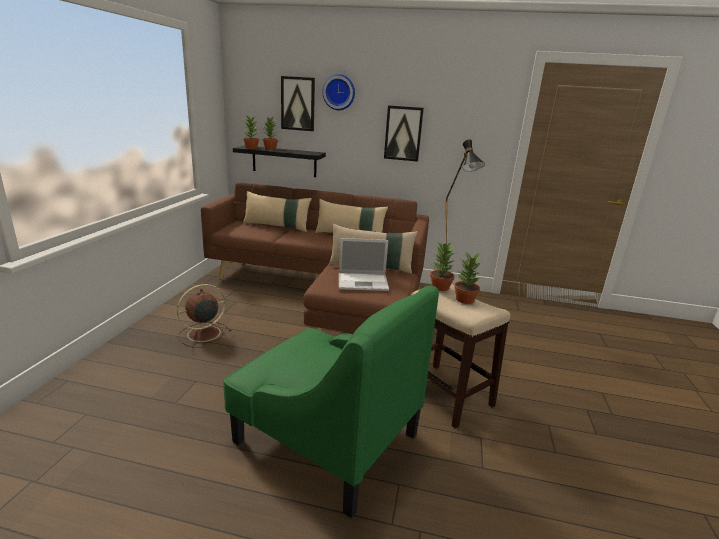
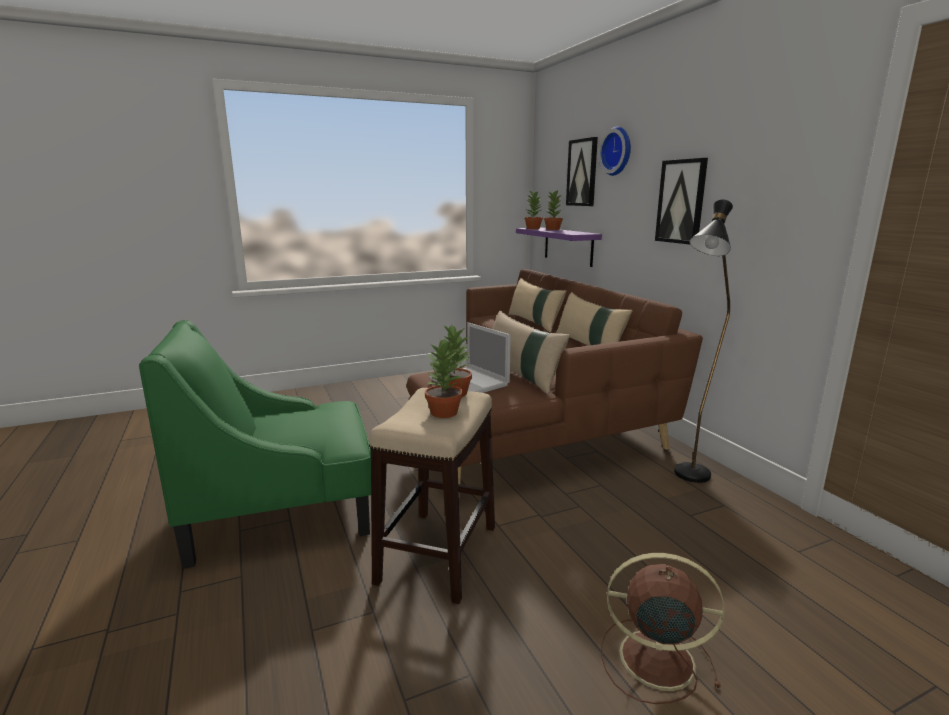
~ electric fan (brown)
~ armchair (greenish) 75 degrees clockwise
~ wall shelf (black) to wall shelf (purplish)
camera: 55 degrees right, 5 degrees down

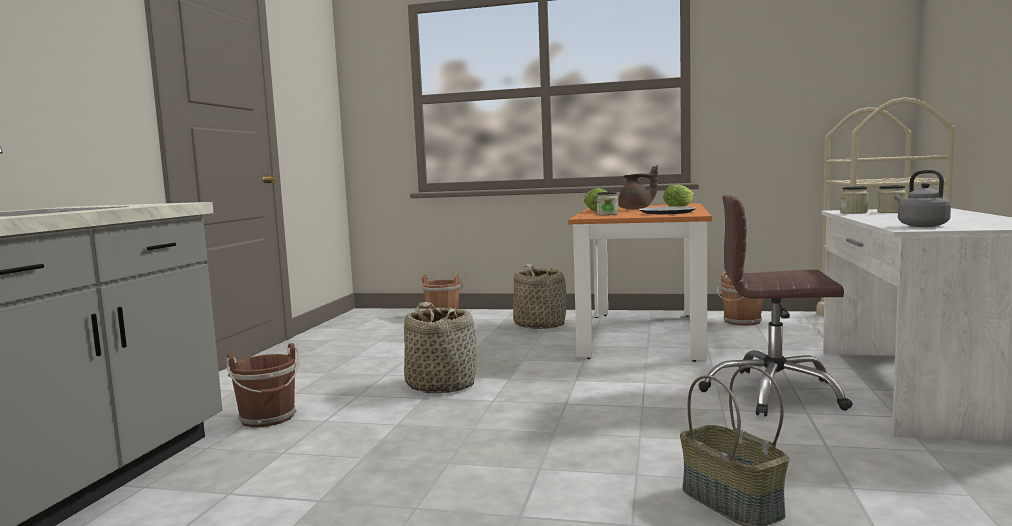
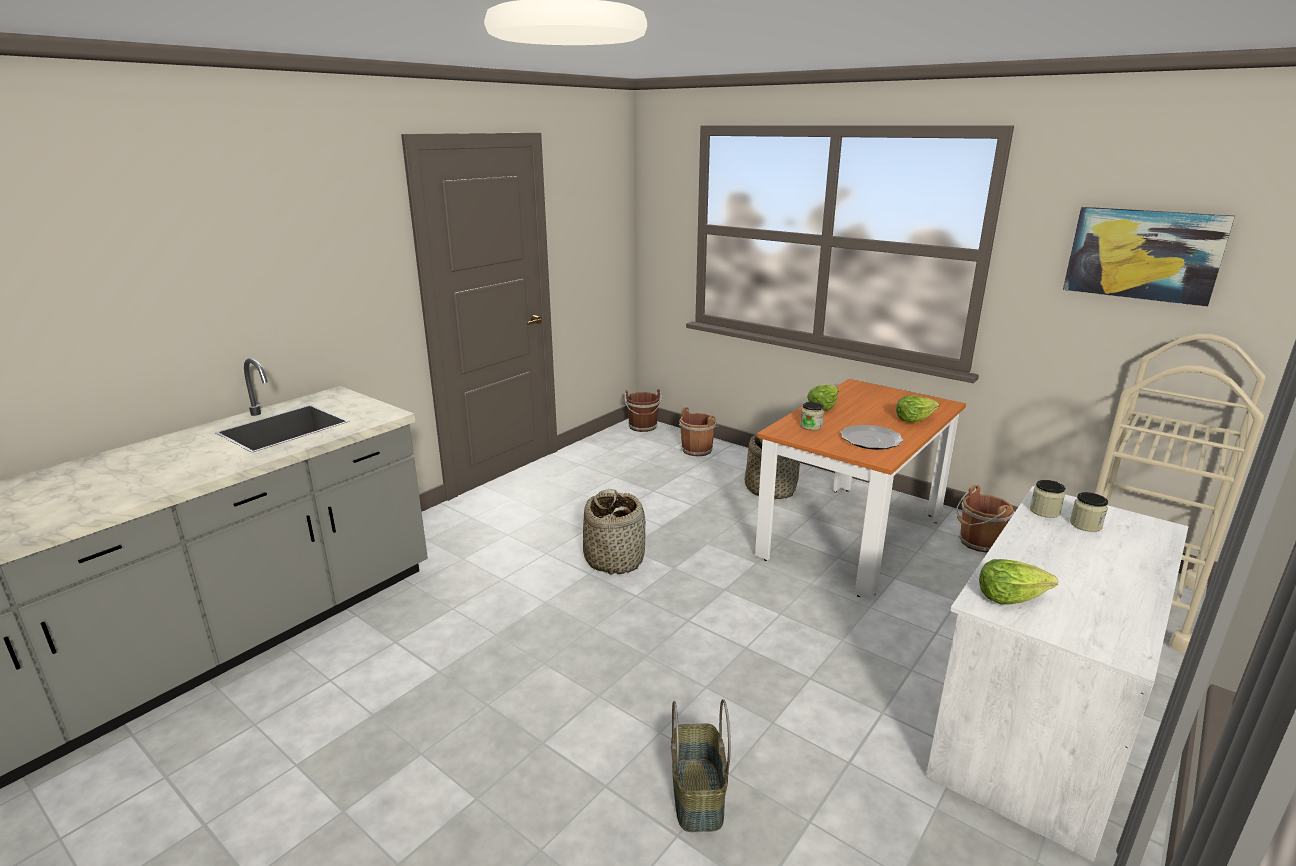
~ water bucket (brown) (1st from left)
- pot for tea (brown)
- office chair (brown)
~ water kettle (gray) to lettuce (3rd from left)
+ wall picture
camera: 25 degrees right, 15 degrees up

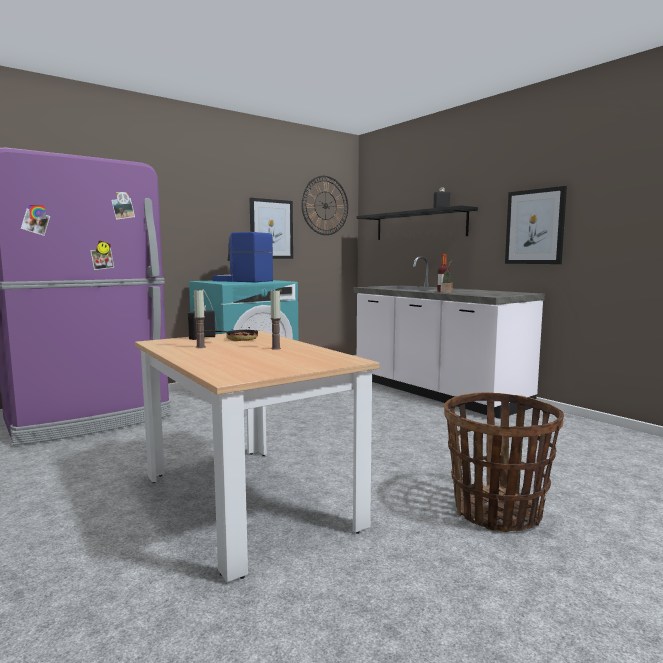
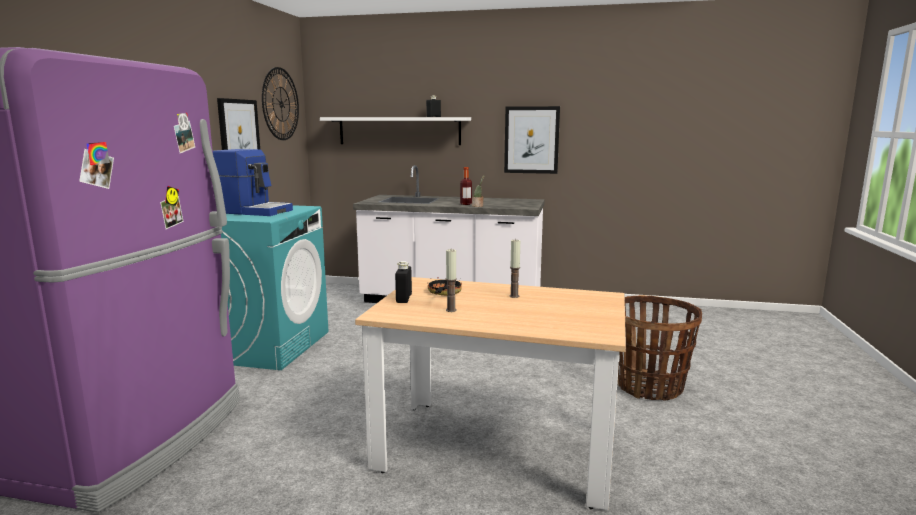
~ coffee brewer 150 degrees counterclockwise
~ wall shelf (black) to wall shelf (white-coloured)
camera: 40 degrees left, 5 degrees up

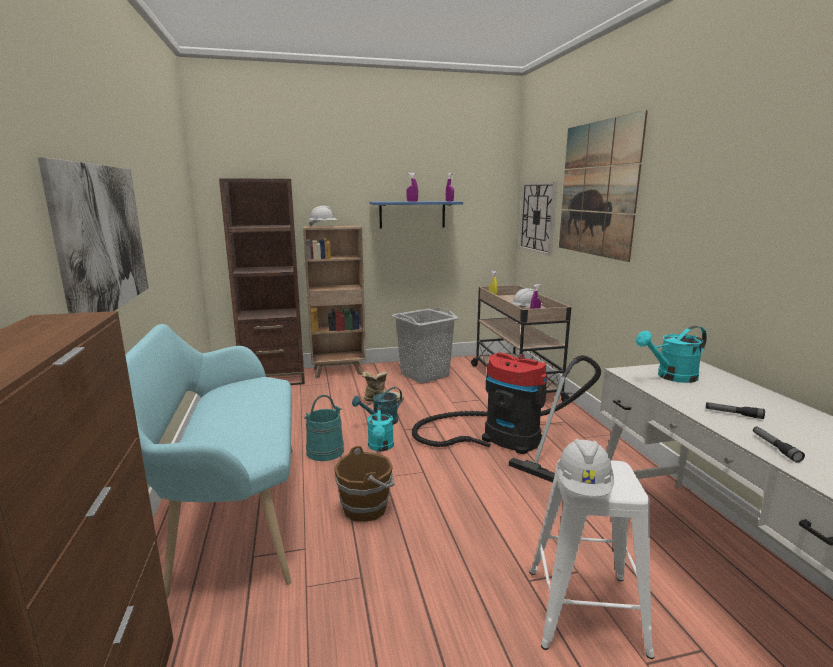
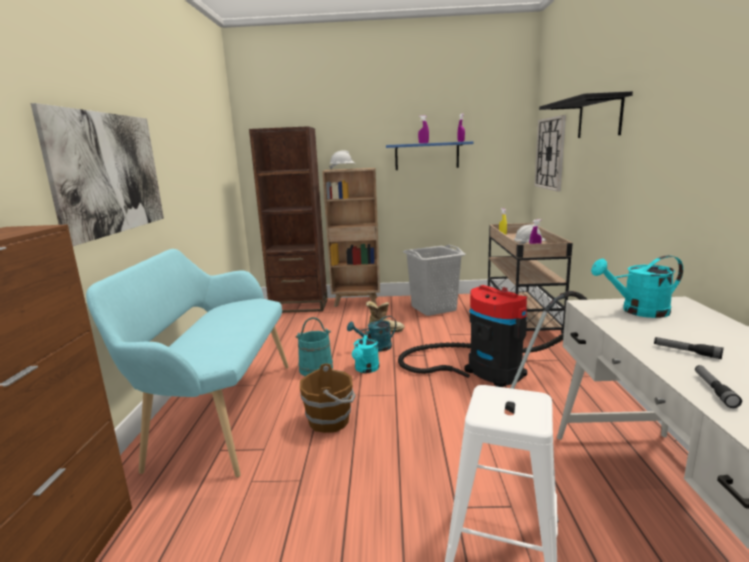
- safety helmet (white-coloured) (3rd from left)
~ wall picture (2nd from left) to wall shelf (black)
camera: 15 degrees right, 0 degrees up

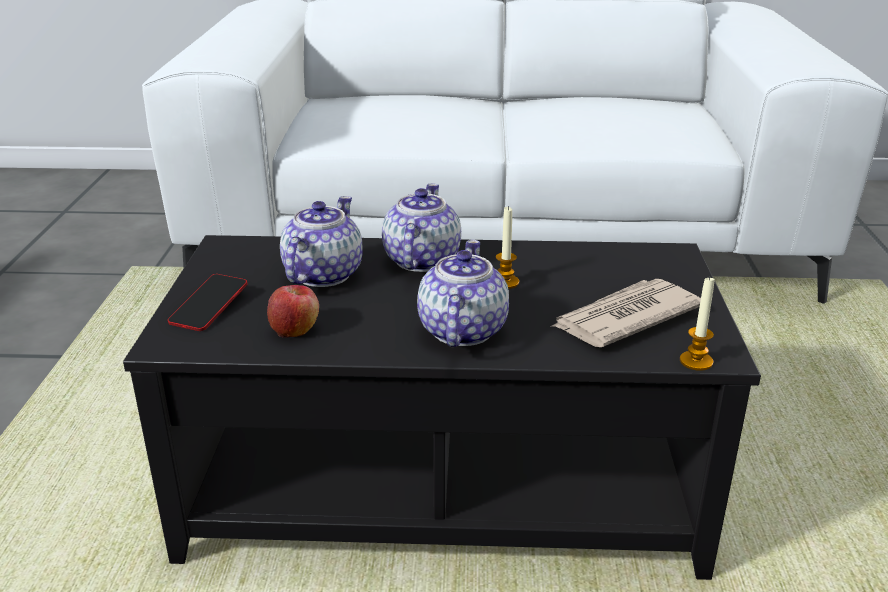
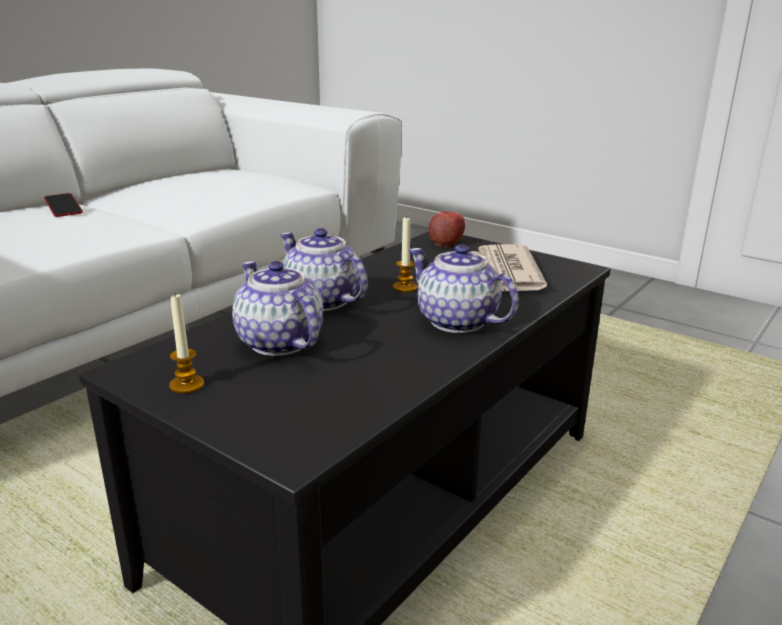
~ telephone
~ apple
~ candle (2nd from left in the first image) to candle (1st from left)
camera: 55 degrees left, 5 degrees down

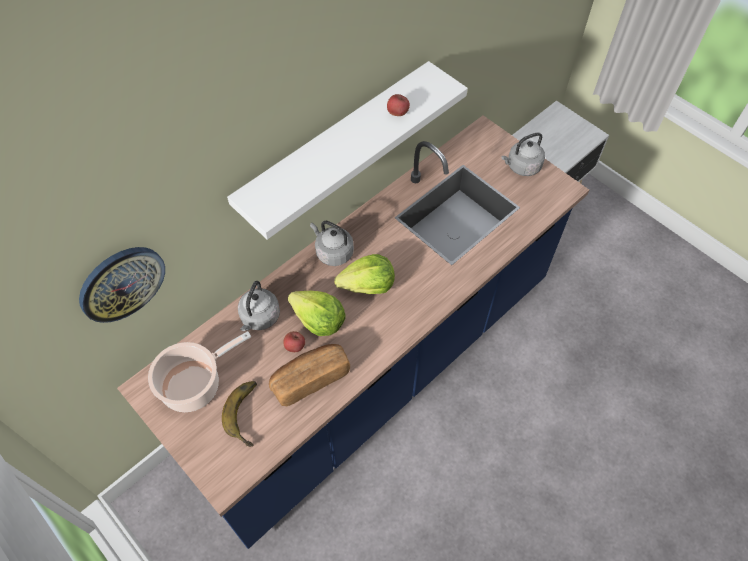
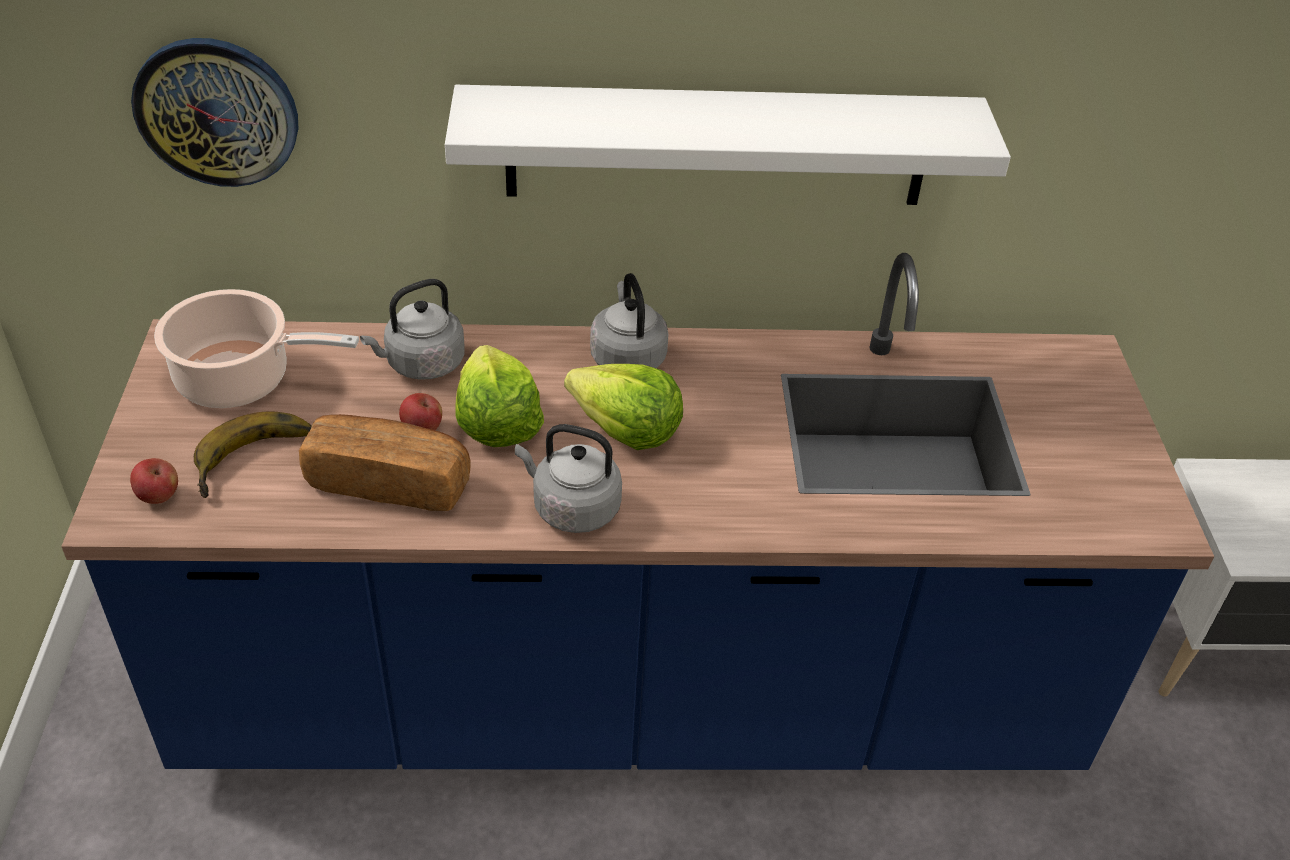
~ apple (2nd from left in the first image) to apple (1st from left)
~ water kettle (gray) (3rd from left in the first image) to water kettle (gray) (2nd from left)
camera: 40 degrees right, 15 degrees down

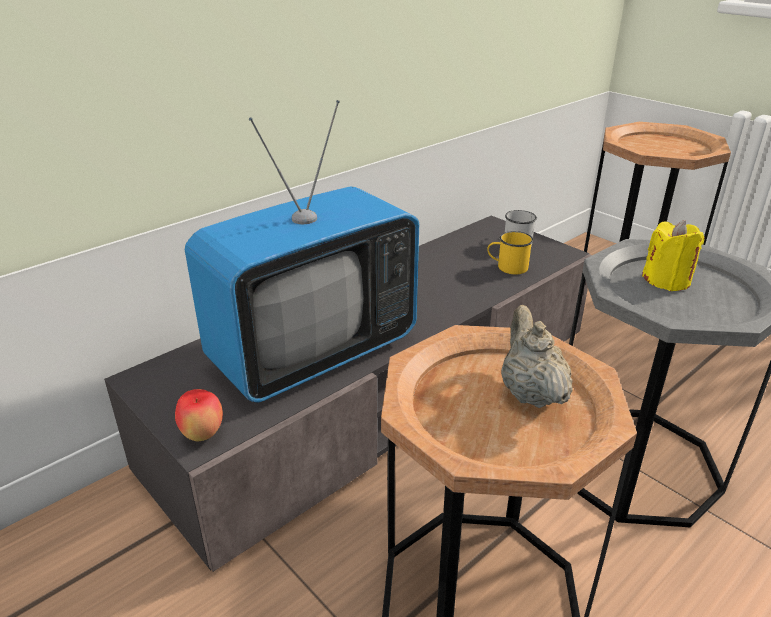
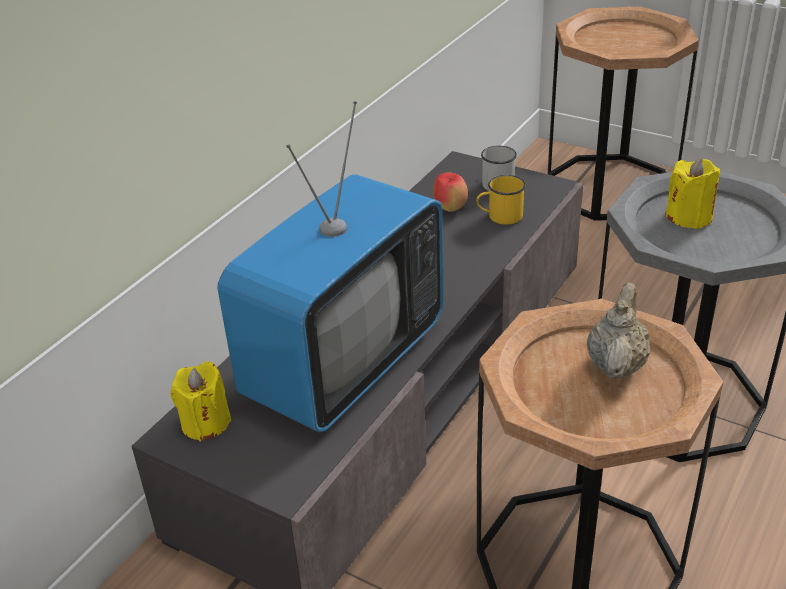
~ apple
~ pot for tea (beige-coloured) 45 degrees clockwise
+ candle (yellow-coloured) (1st from left)
camera: 15 degrees left, 5 degrees up

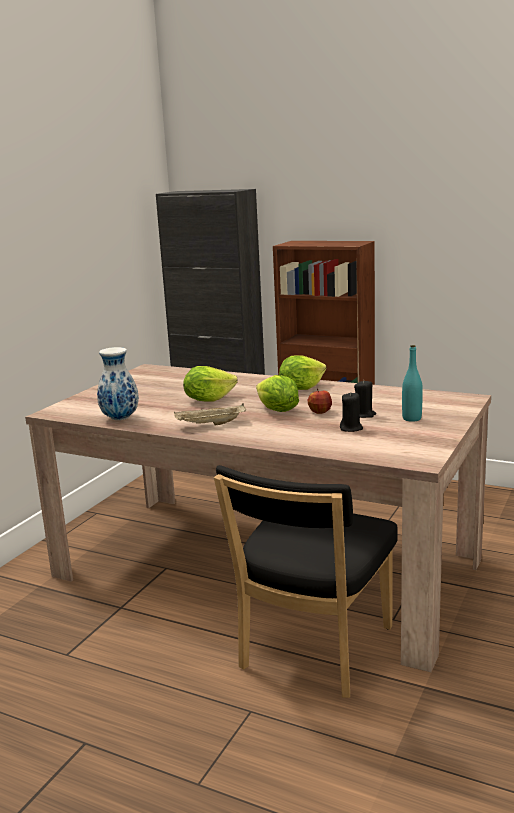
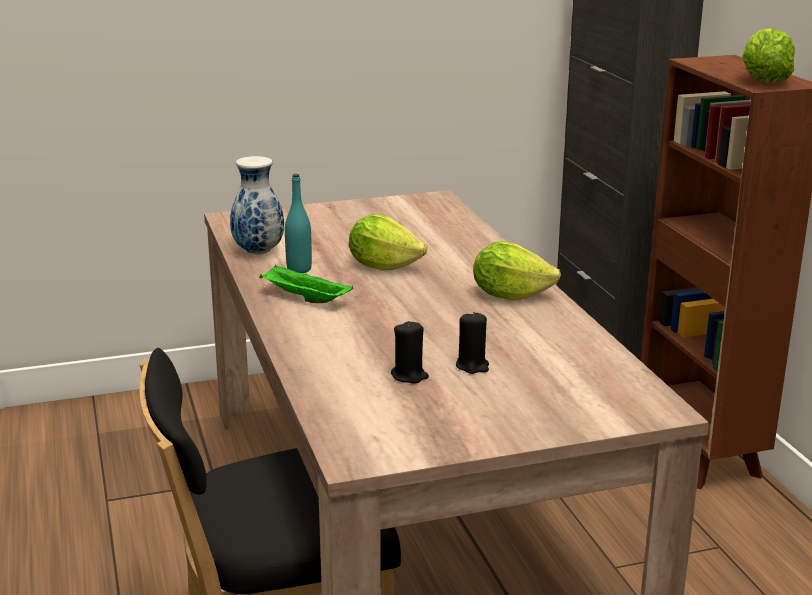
~ tray (beige-coloured) to tray (greenish)
~ lettuce (2nd from left in the first image) to lettuce (3rd from left)
- apple
~ beverage bottle (turquoise)
camera: 45 degrees right, 5 degrees up

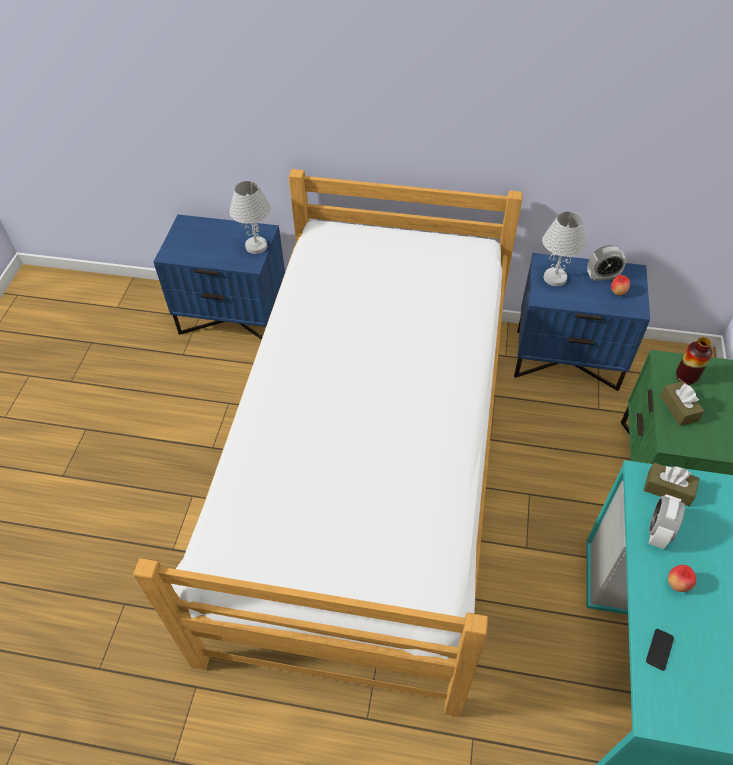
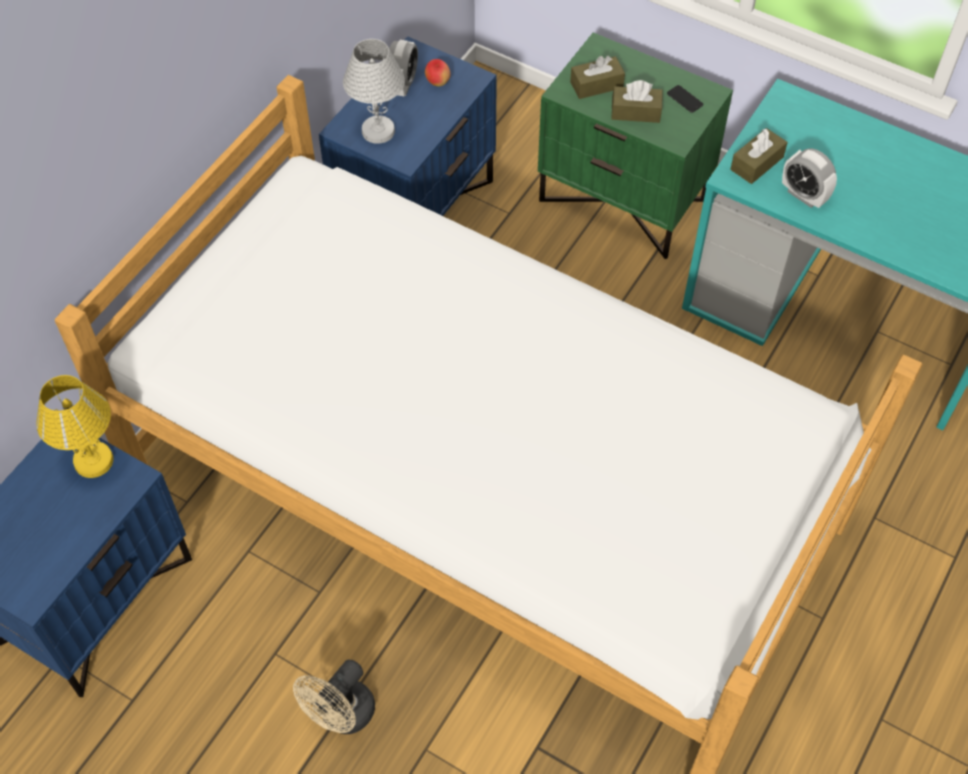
~ lamp for a table (white-coloured) (1st from left) to lamp for a table (yellow-coloured)
~ telephone
- apple (2nd from left)
~ vase to box of tissues (brown) (1st from left)
+ electric fan (beige-coloured)
camera: 70 degrees left, 5 degrees up

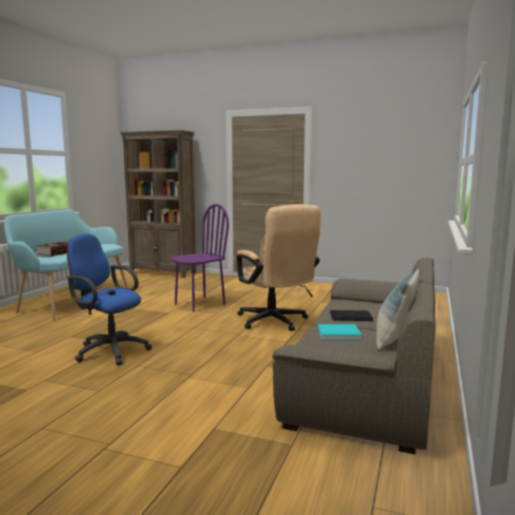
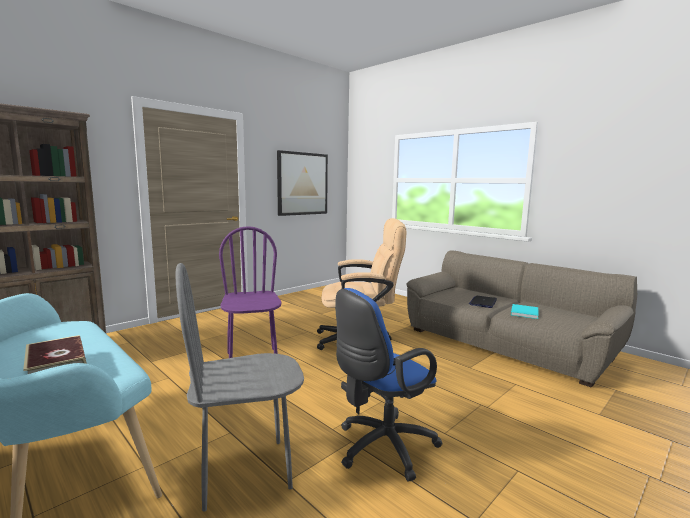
- pillow
+ plain chair (gray)
+ wall picture
camera: 65 degrees left, 0 degrees up

